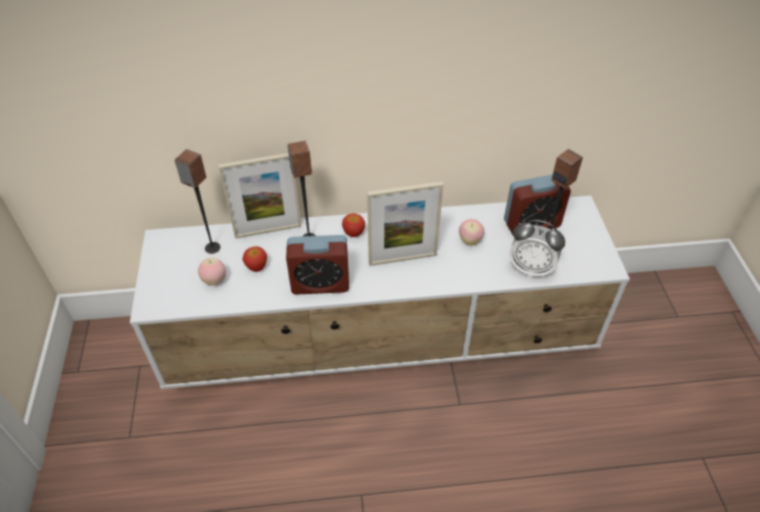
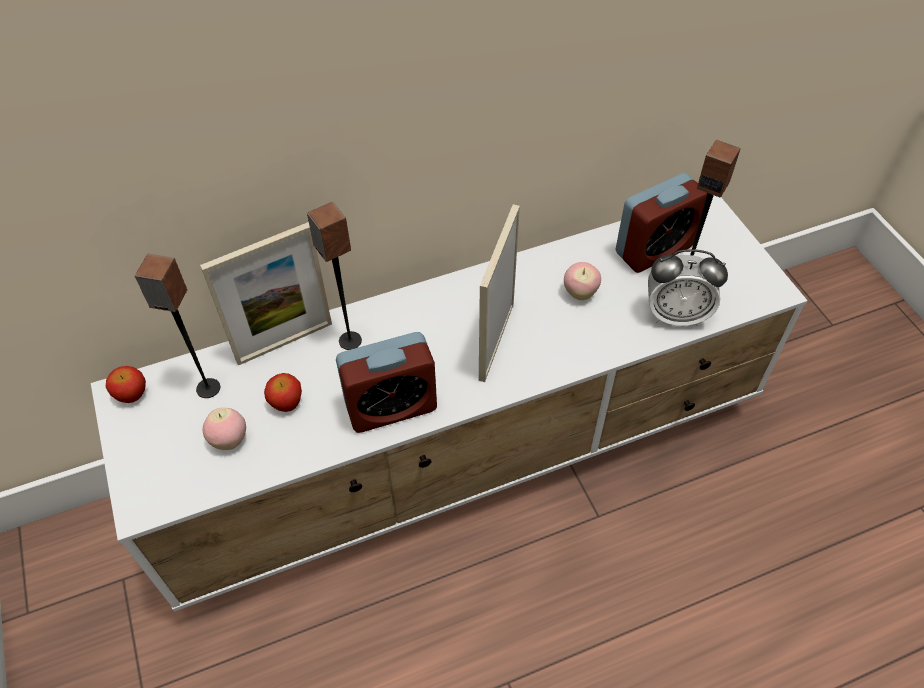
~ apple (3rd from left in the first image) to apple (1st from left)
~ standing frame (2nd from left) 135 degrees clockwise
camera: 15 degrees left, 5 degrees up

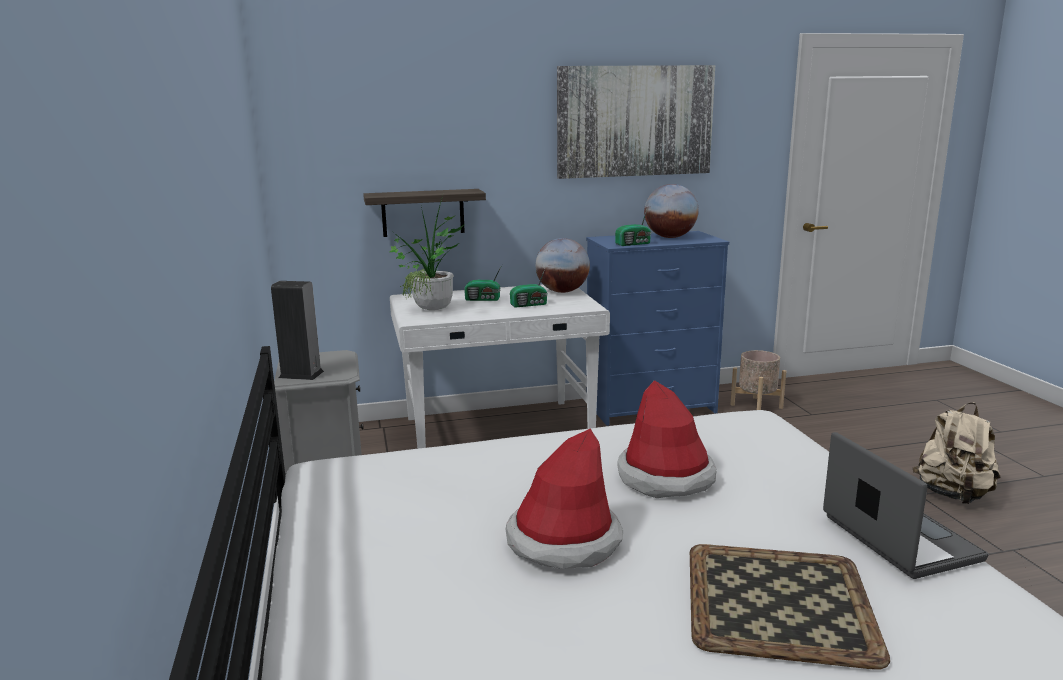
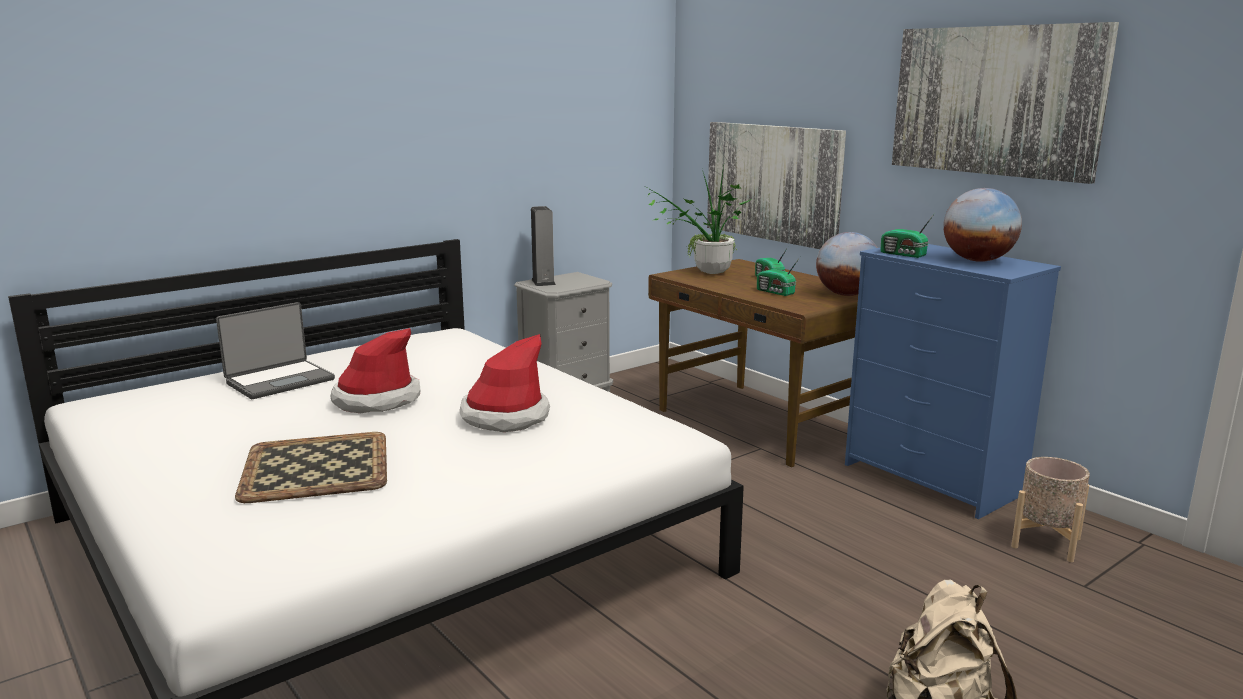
~ wall shelf to wall picture (1st from left)
~ desk (white-coloured) to desk (brown)
~ portable computer
camera: 65 degrees right, 0 degrees up

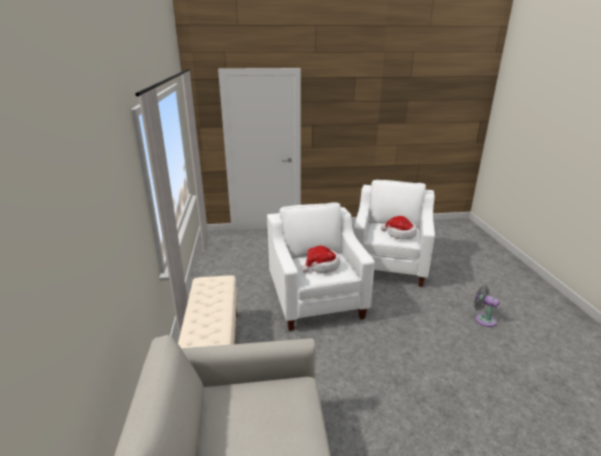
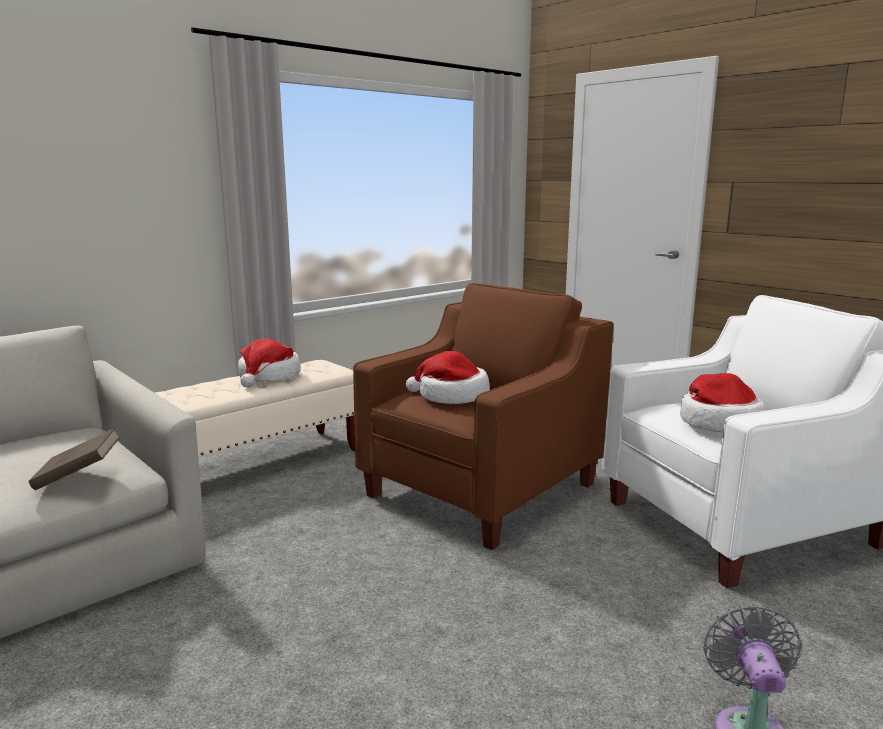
~ armchair (white-coloured) (1st from left) to armchair (brown)
+ book (brown)
+ clothing hat (1st from left)
camera: 55 degrees right, 10 degrees down

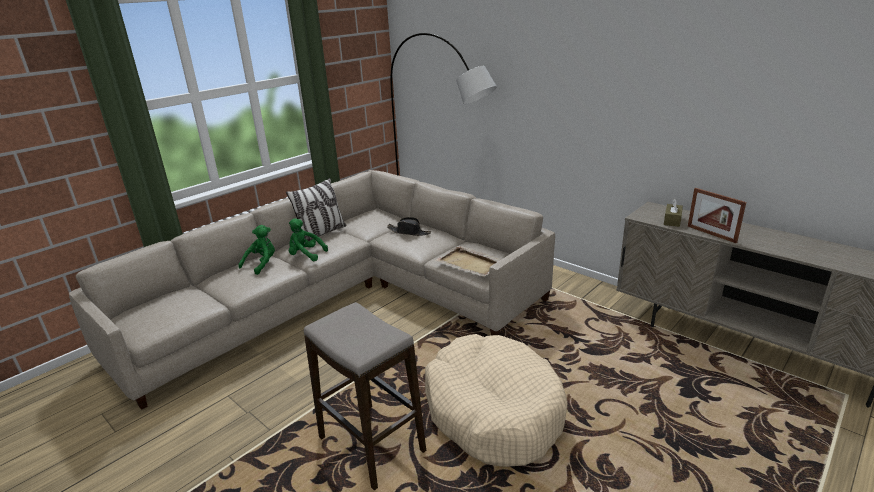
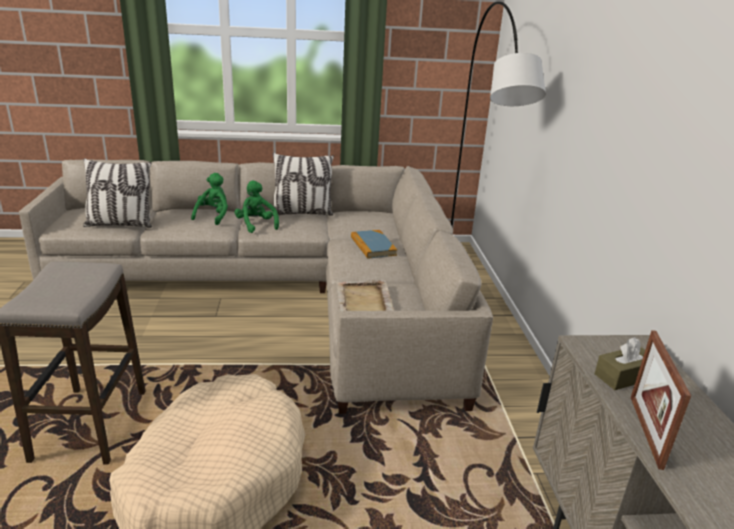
~ plush toy (greenish) (1st from left) 60 degrees counterclockwise
~ clothing hat (black) to book
+ pillow (1st from left)
camera: 40 degrees right, 0 degrees up

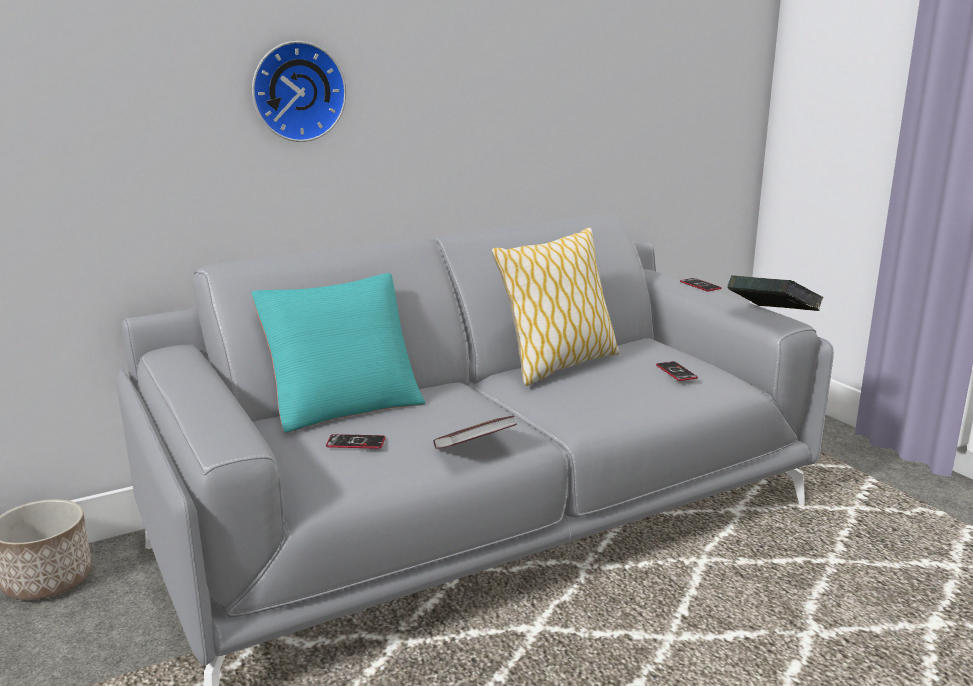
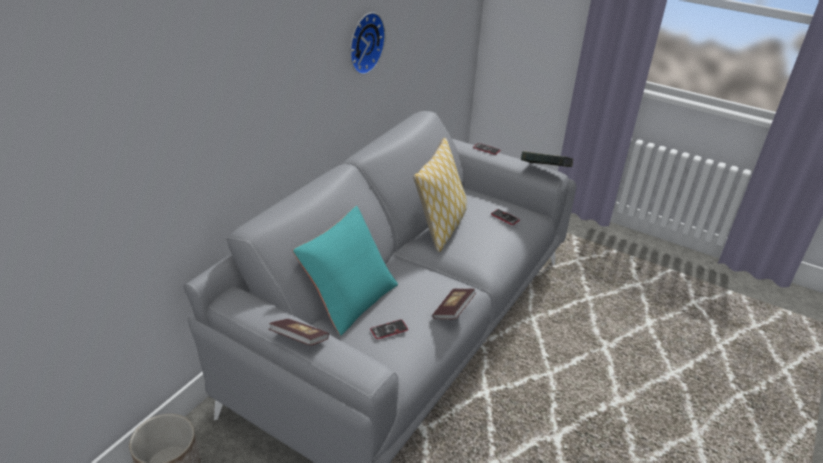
~ hanging clock
+ book (1st from left)
camera: 30 degrees left, 15 degrees up

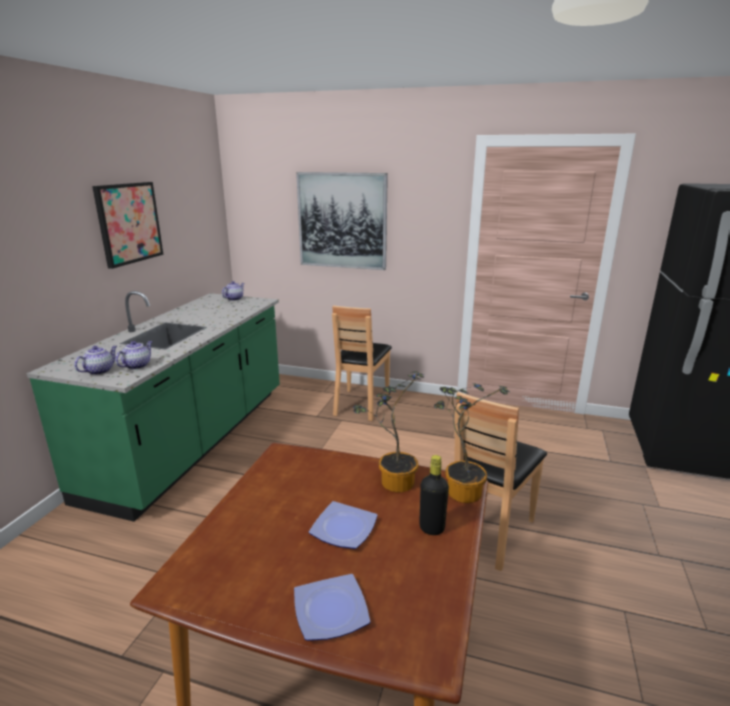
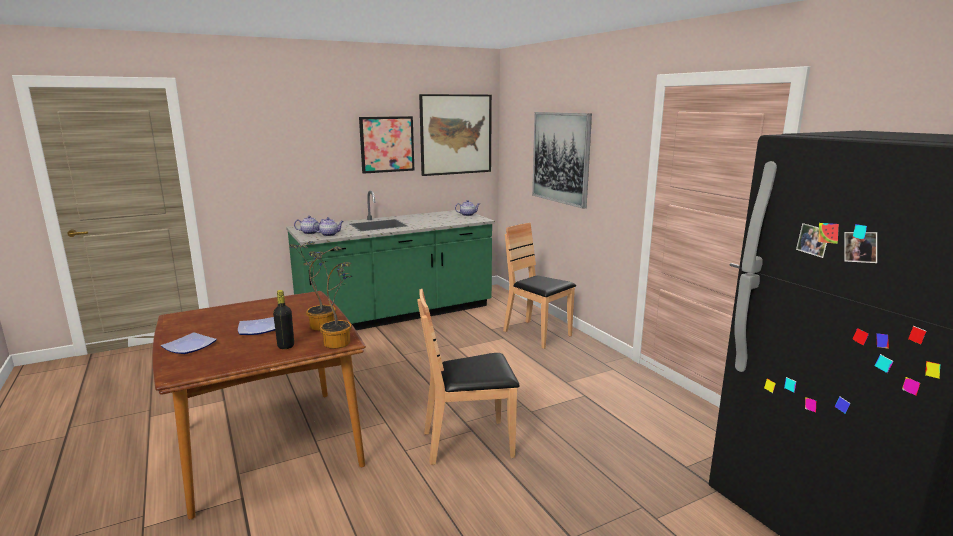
~ plain chair (brown) (1st from left in the first image) 75 degrees clockwise
+ wall picture (2nd from left)
camera: 45 degrees right, 5 degrees down

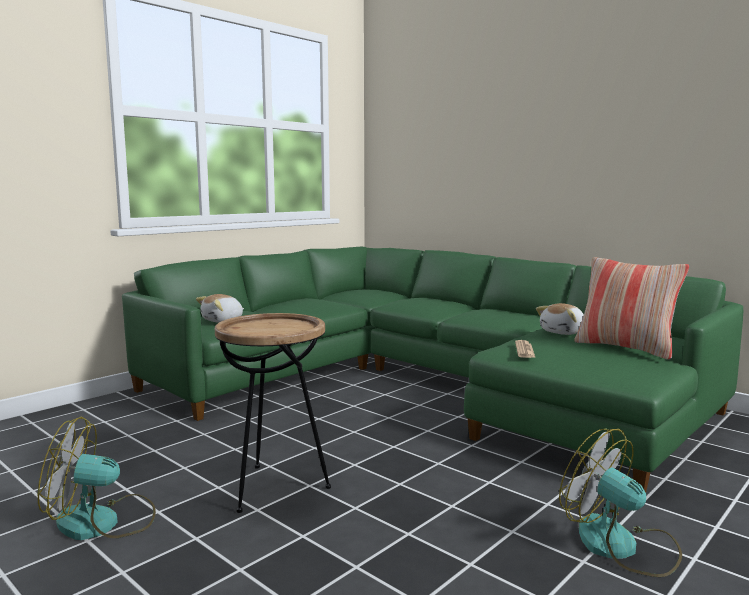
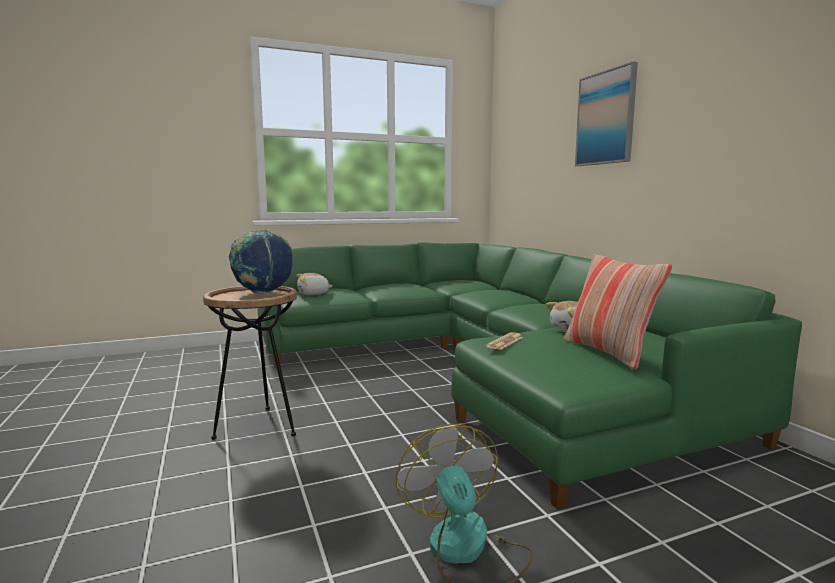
- electric fan (1st from left)
+ globe
+ wall picture
camera: 25 degrees right, 0 degrees up

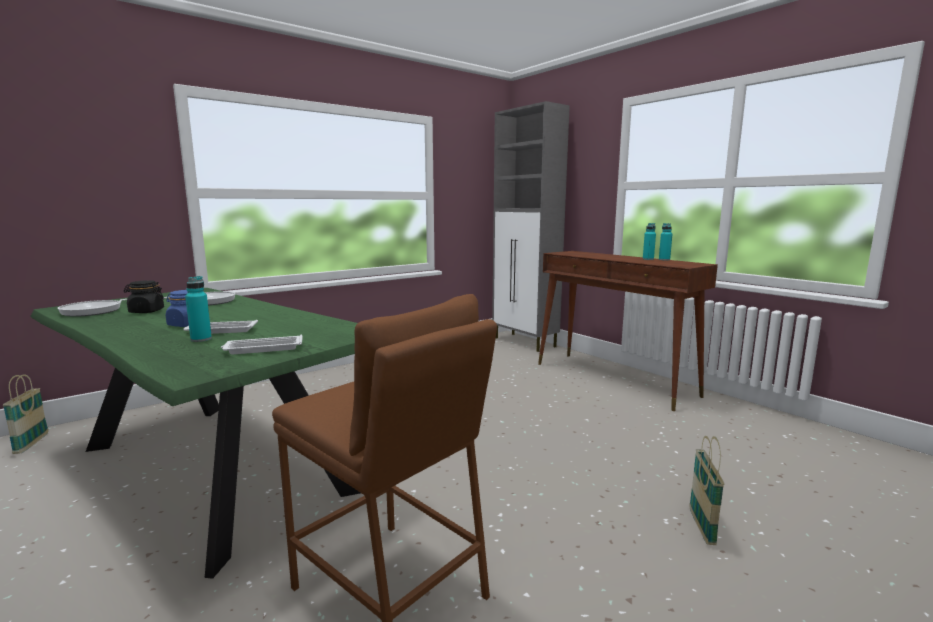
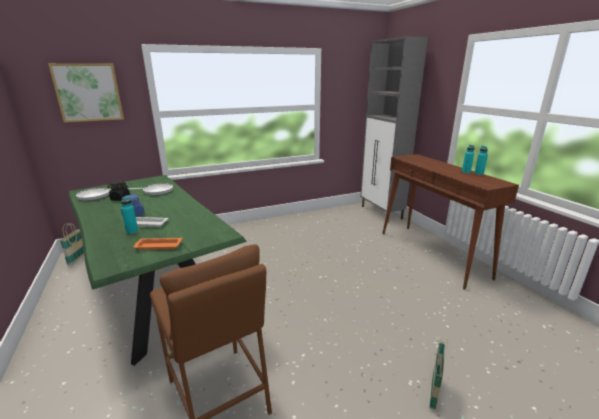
~ tray (white-coloured) (2nd from left) to tray (orange)
+ wall picture
camera: 15 degrees right, 10 degrees up

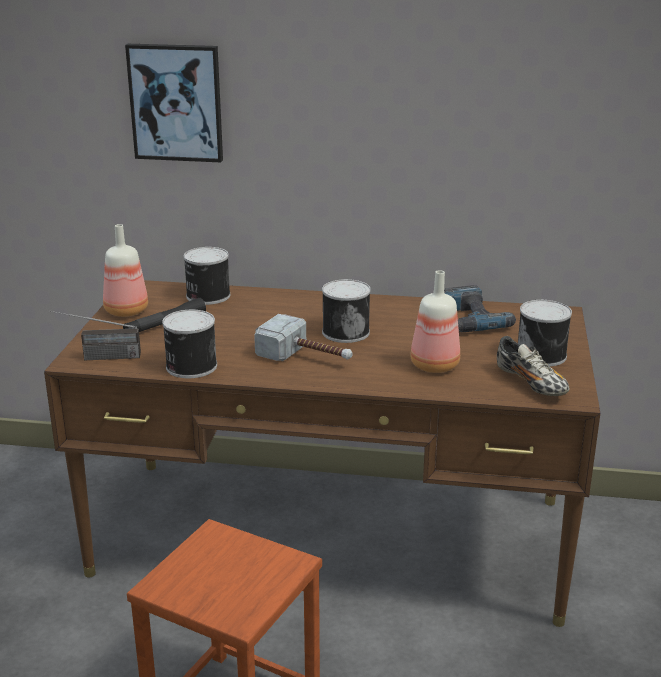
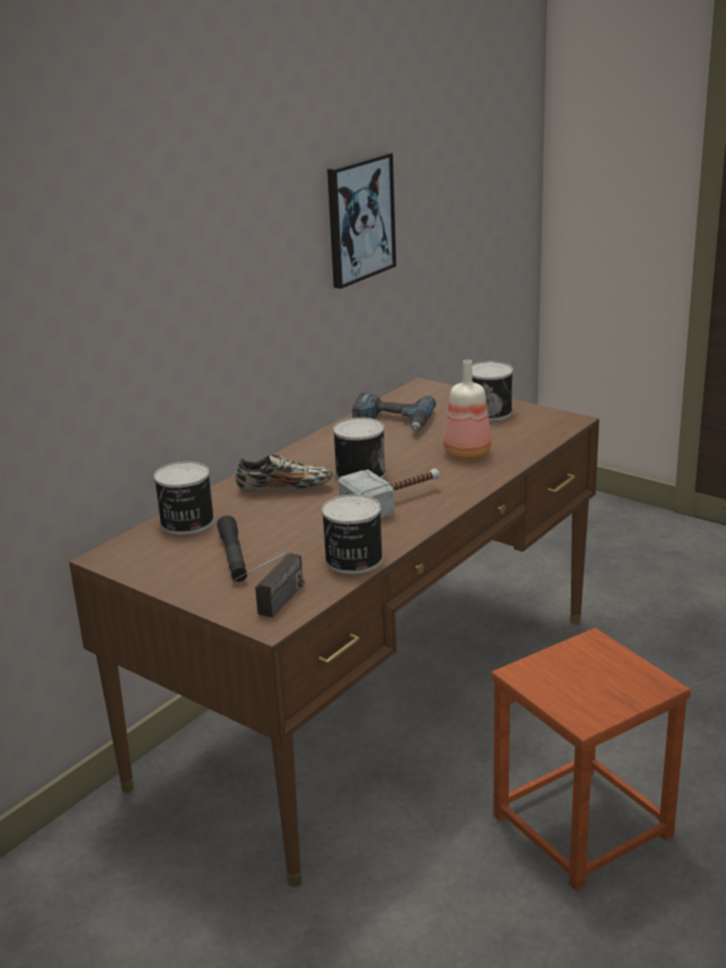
- beverage bottle (1st from left)
~ wall picture
~ item of footwear
camera: 60 degrees left, 0 degrees up

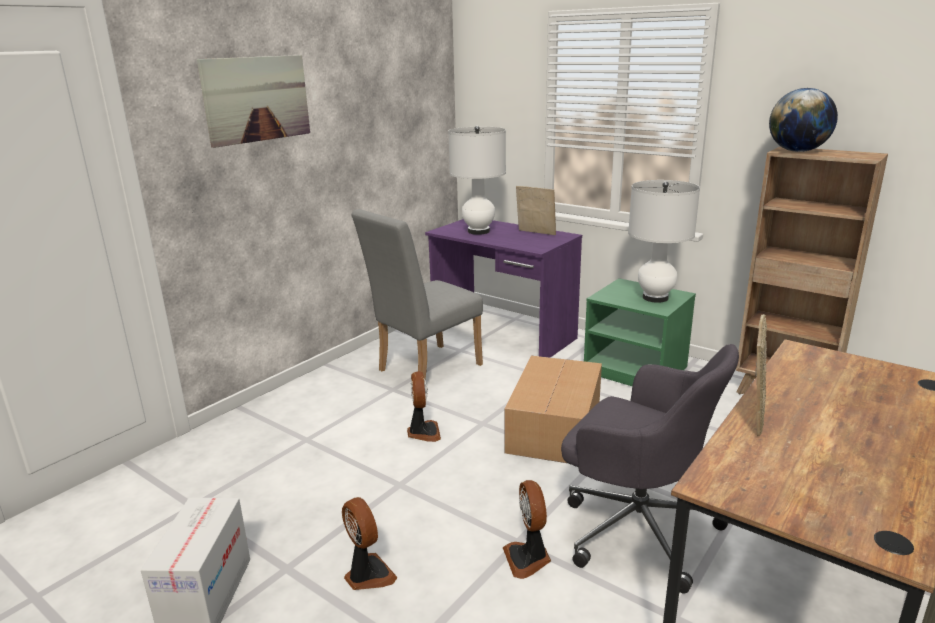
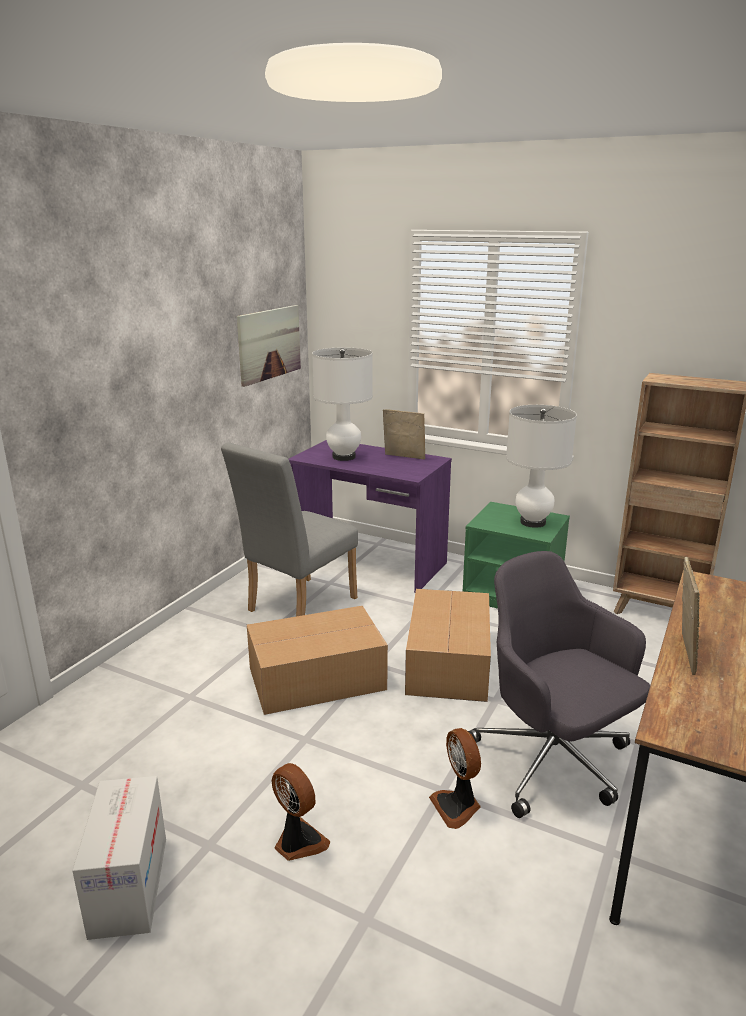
~ wall picture
~ electric fan (2nd from left) to cardboard box (2nd from left)
~ office chair (gray) 150 degrees counterclockwise
- globe
camera: 10 degrees left, 0 degrees up

